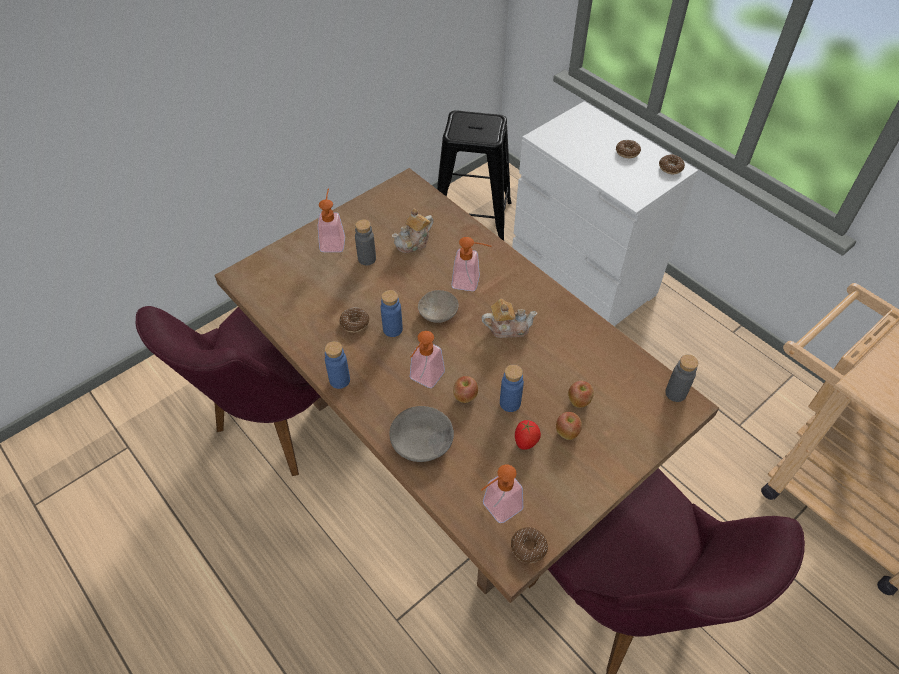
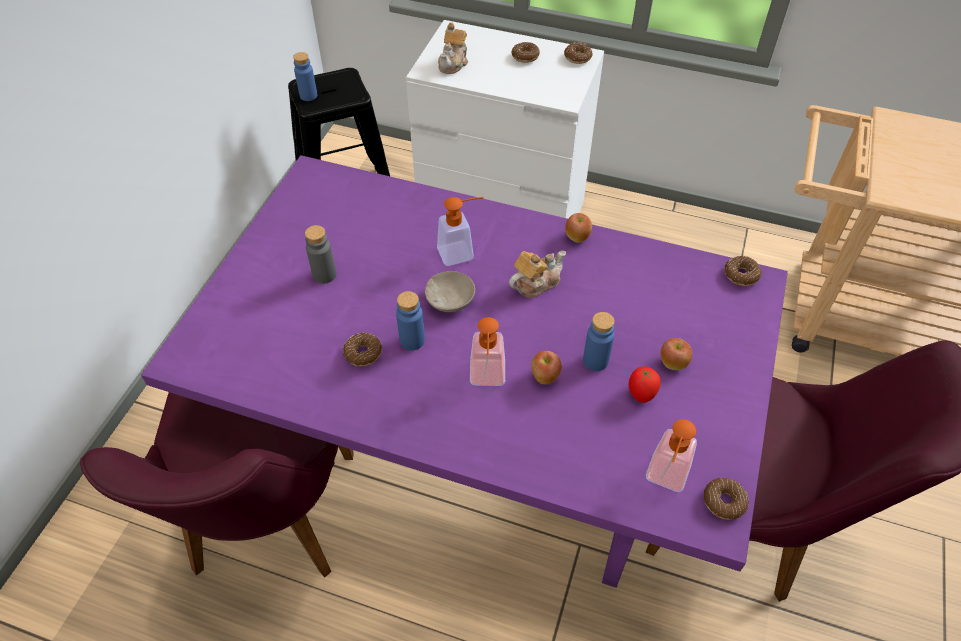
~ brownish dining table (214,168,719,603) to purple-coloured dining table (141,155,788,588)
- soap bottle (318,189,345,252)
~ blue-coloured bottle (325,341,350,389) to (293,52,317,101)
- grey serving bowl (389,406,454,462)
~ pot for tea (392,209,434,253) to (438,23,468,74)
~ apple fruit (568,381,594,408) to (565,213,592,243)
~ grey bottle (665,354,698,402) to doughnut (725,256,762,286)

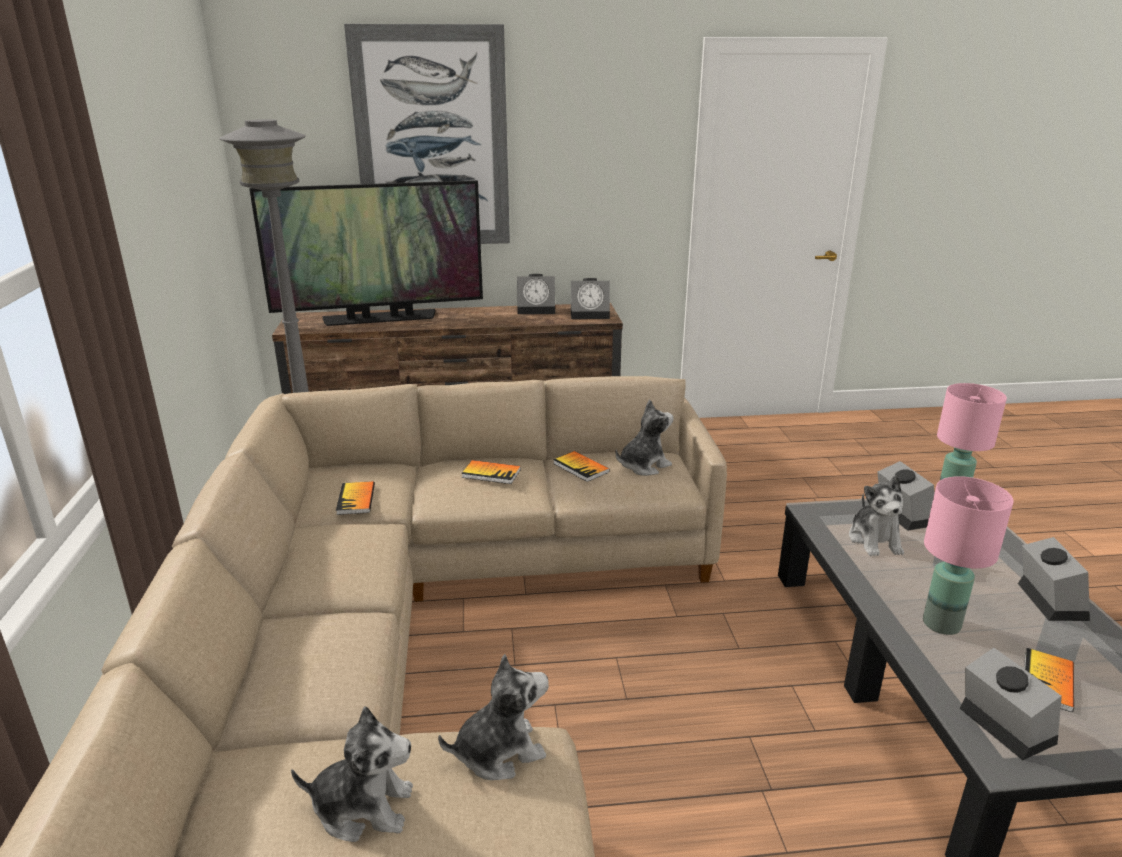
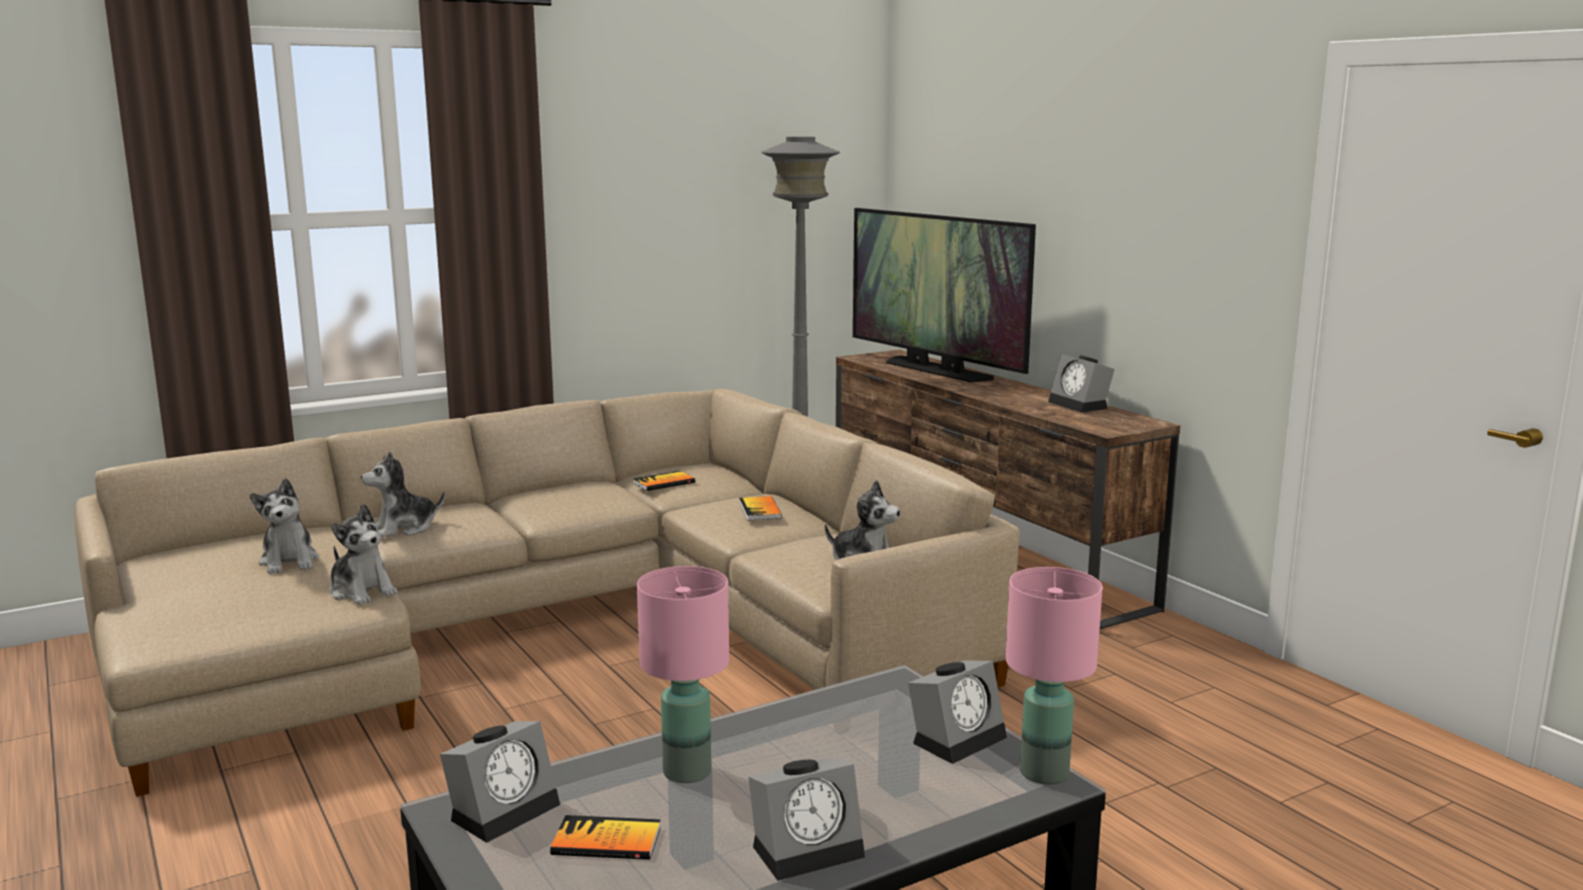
- wall art (344,24,510,244)
- book (553,451,610,482)
- table clock (571,278,610,319)
~ soft toy (849,475,904,556) to (361,452,445,537)

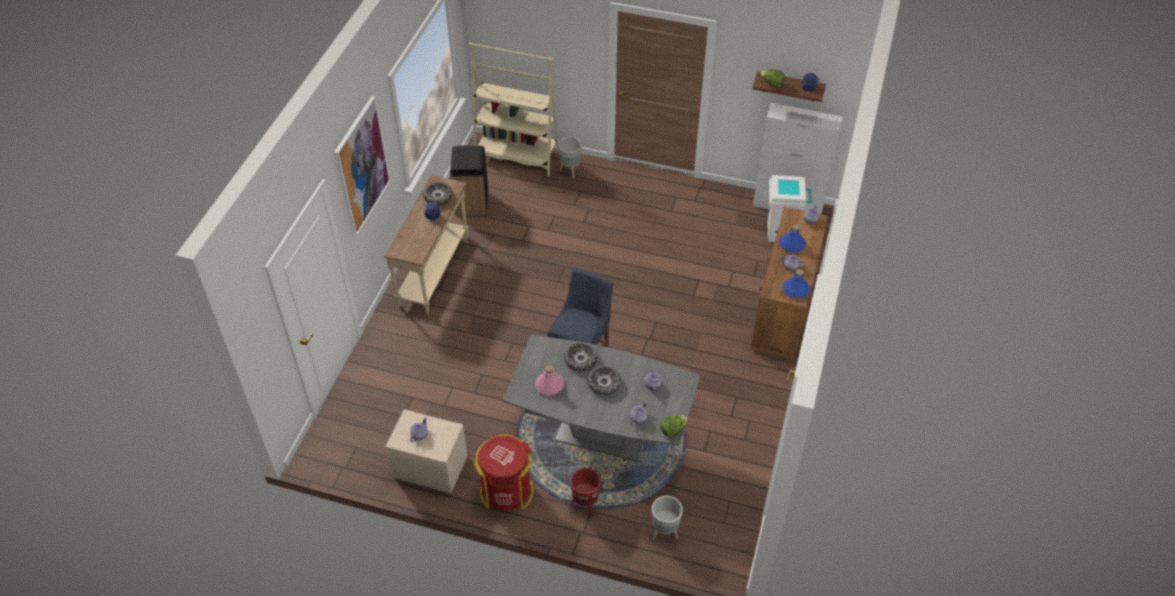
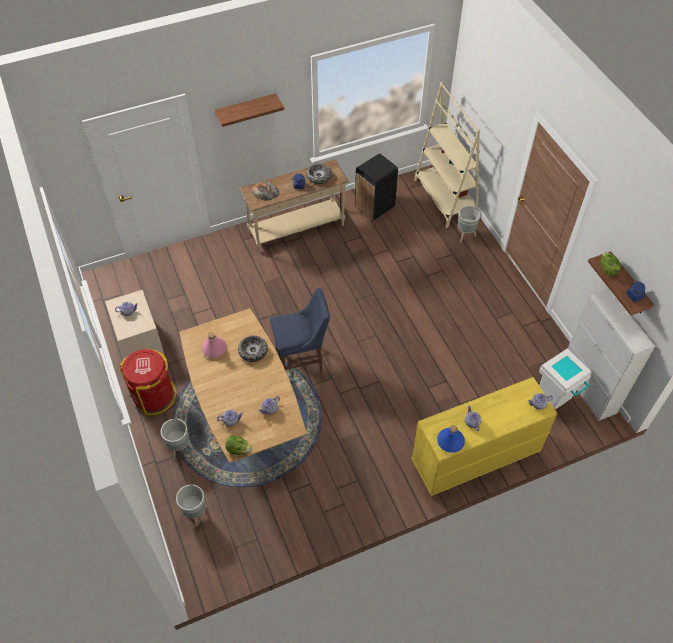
~ wall art (334,96,390,237) to wall shelf (215,93,284,127)
~ grey dining table (503,335,700,461) to brownish dining table (179,308,307,463)
~ red-coloured plant pot (570,468,601,516) to grey plant pot (160,419,192,459)
- serving bowl (587,365,621,395)
~ brownish dresser (751,207,828,359) to yellow-coloured dresser (411,377,557,496)
- blue-coloured bottle (780,225,806,253)
+ bread (251,182,279,201)

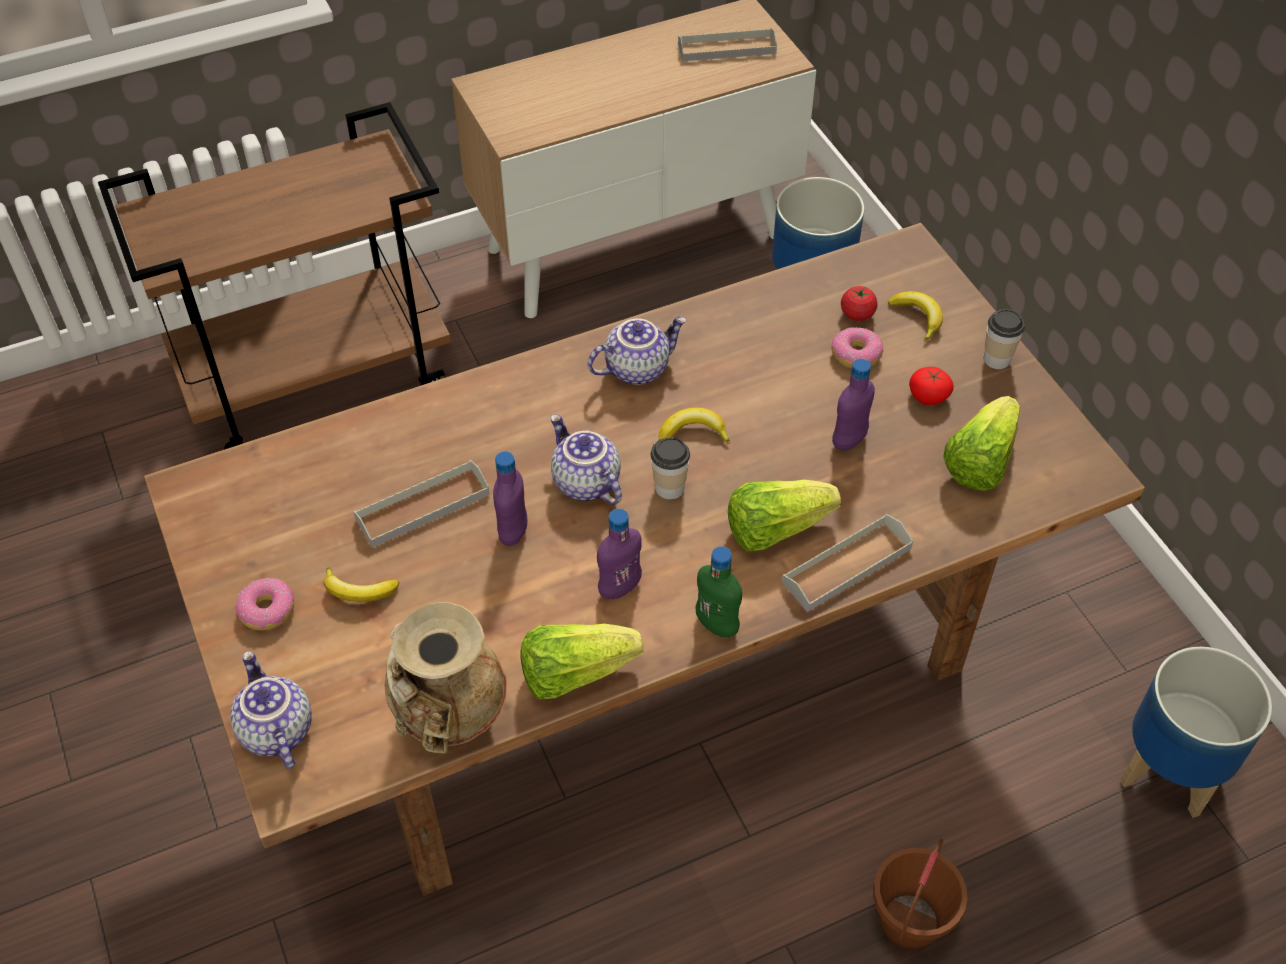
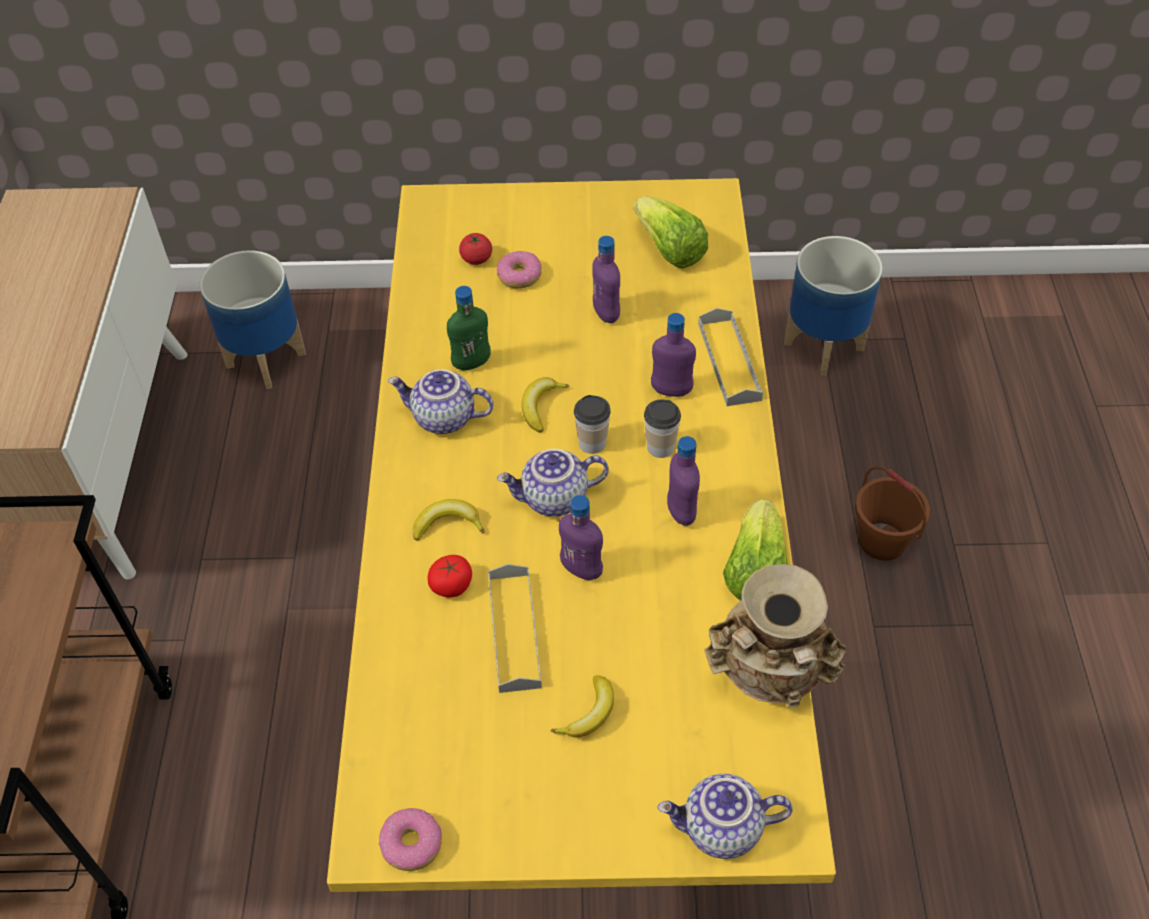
~ brownish dining table (144,223,1145,896) to yellow-coloured dining table (327,178,836,892)
~ doughnut (235,578,294,631) to (379,808,442,871)
~ pot for tea (588,316,687,385) = (388,369,493,434) 75 degrees counterclockwise
- grey serving tray (678,28,777,61)
~ green-coloured bottle (695,546,742,637) to (447,286,491,371)
~ lettuce (728,480,841,551) to purple-coloured bottle (651,313,696,397)
~ banana fruit (888,291,943,342) to (413,499,485,540)
~ tomato (909,367,954,405) to (427,555,472,598)
~ drinking cup (984,309,1025,369) to (644,400,681,458)

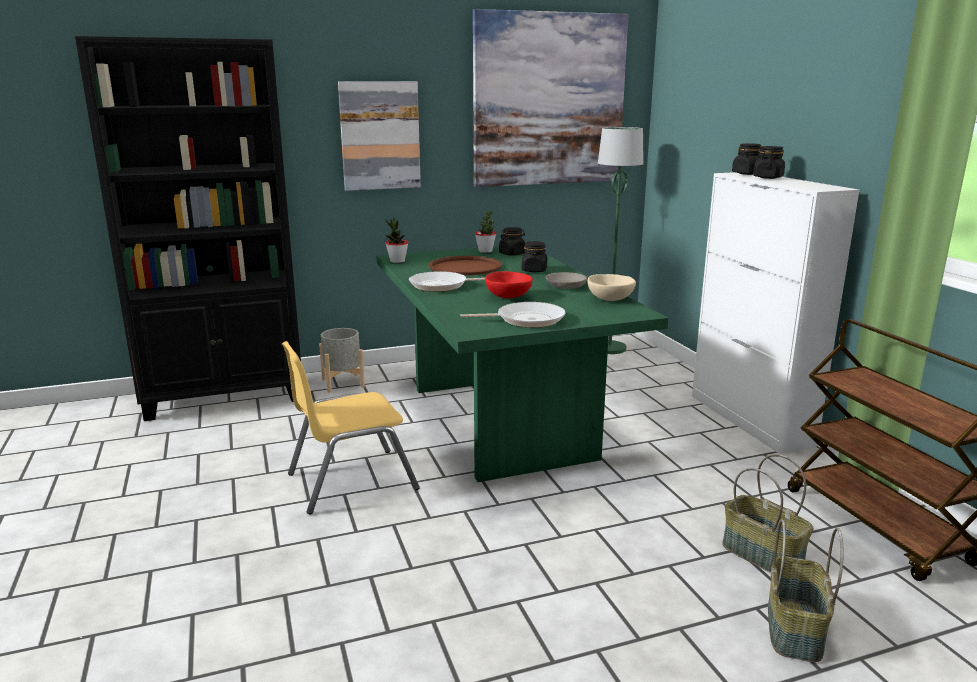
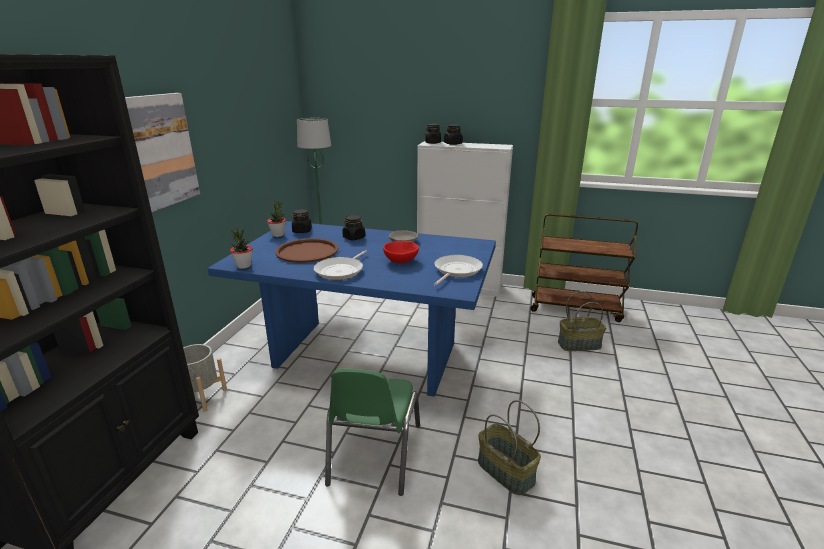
~ yellow-coloured plain chair (282,341,420,514) to green-coloured plain chair (325,368,420,496)
~ green-coloured dining table (377,247,669,482) to blue-coloured dining table (207,221,496,397)
- wall art (473,9,628,187)
- sand-coloured serving bowl (588,274,636,301)
~ household basket (768,519,844,662) to (478,400,541,495)

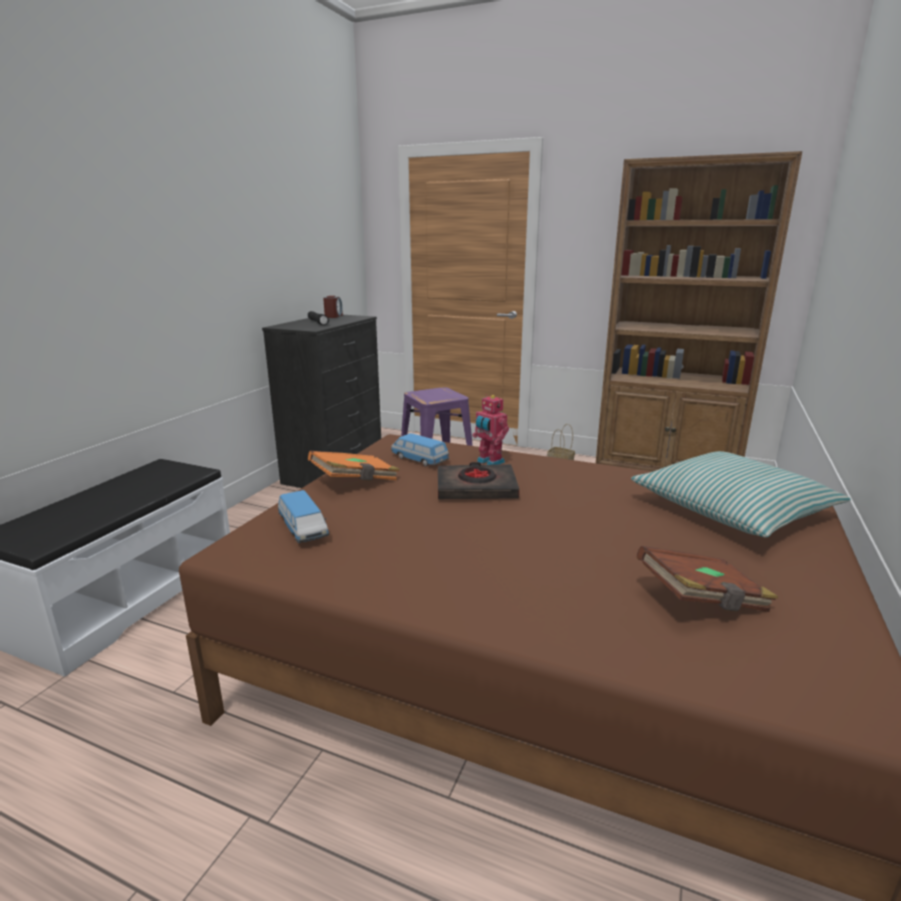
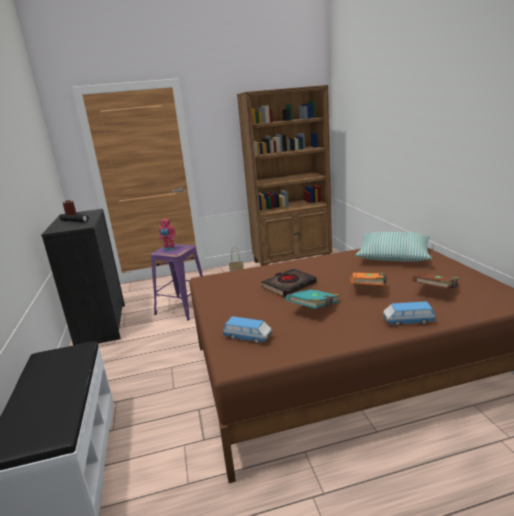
~ orange book (308,451,400,481) to (350,273,387,285)
~ toy car (391,433,449,466) to (383,301,436,326)
~ model robot (472,394,509,465) to (158,218,176,251)
+ blue-green book (286,289,340,309)

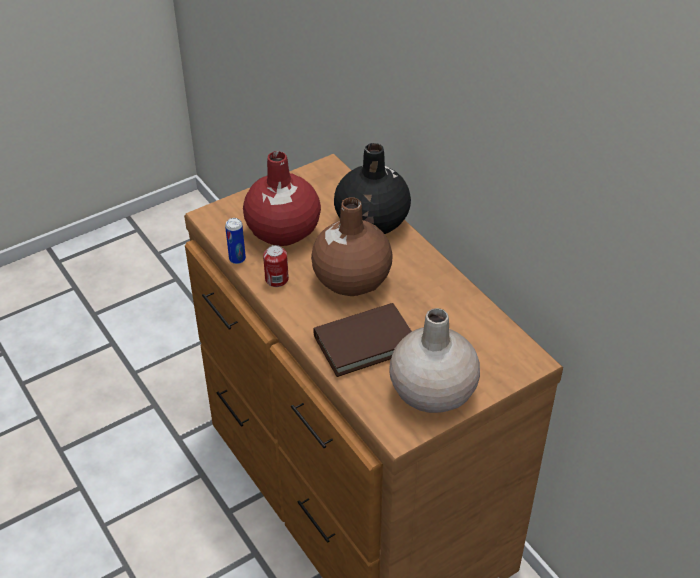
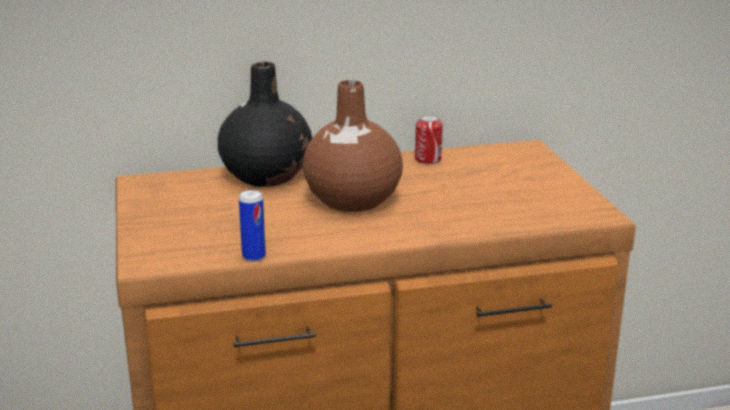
- red-coloured decorative vase (243,151,321,246)
~ can (263,245,289,287) to (415,115,443,164)
- brownish book (313,303,412,377)
- sand-coloured decorative vase (389,308,480,413)

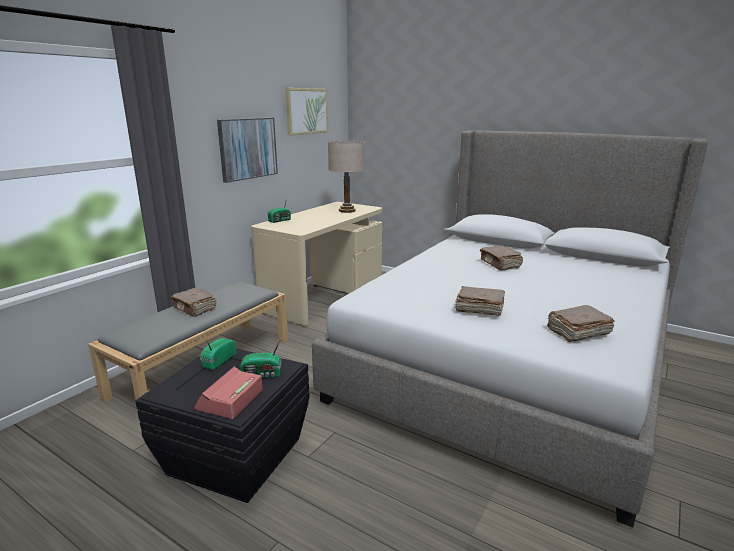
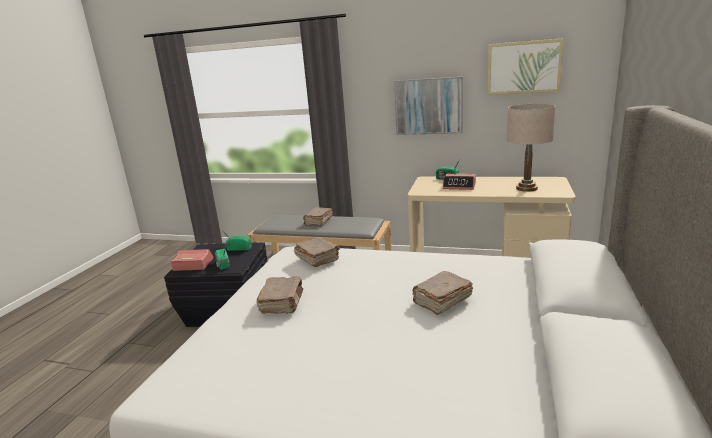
~ brownish book (547,305,615,342) to (294,237,340,267)
+ table clock (443,174,476,190)

